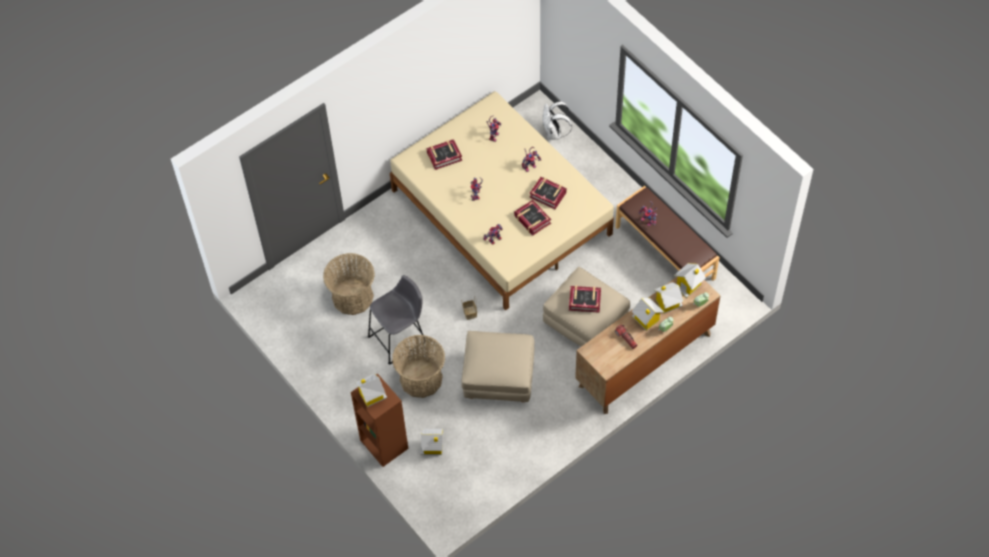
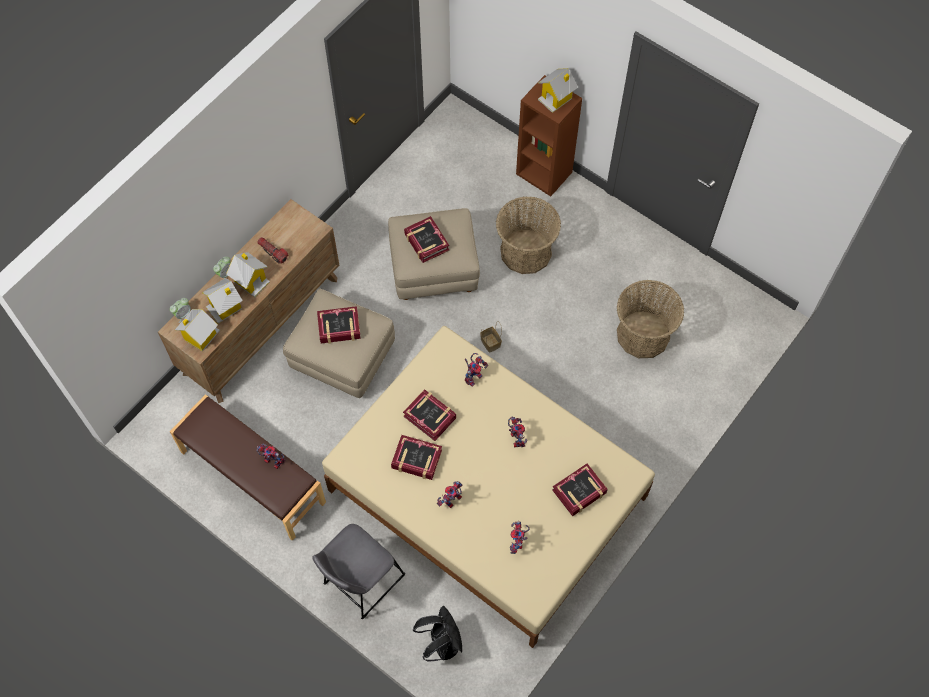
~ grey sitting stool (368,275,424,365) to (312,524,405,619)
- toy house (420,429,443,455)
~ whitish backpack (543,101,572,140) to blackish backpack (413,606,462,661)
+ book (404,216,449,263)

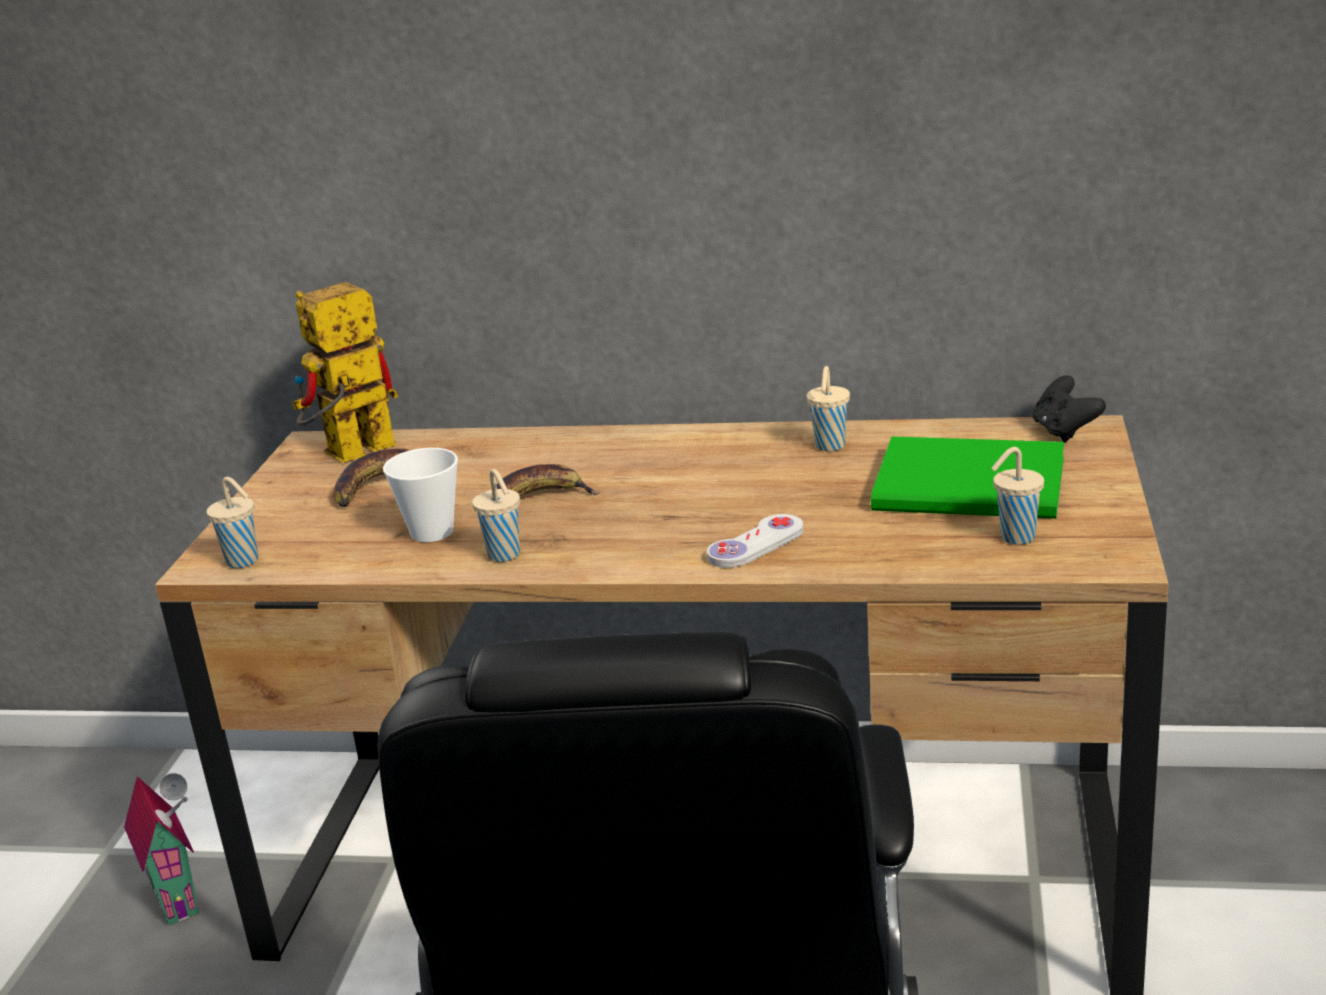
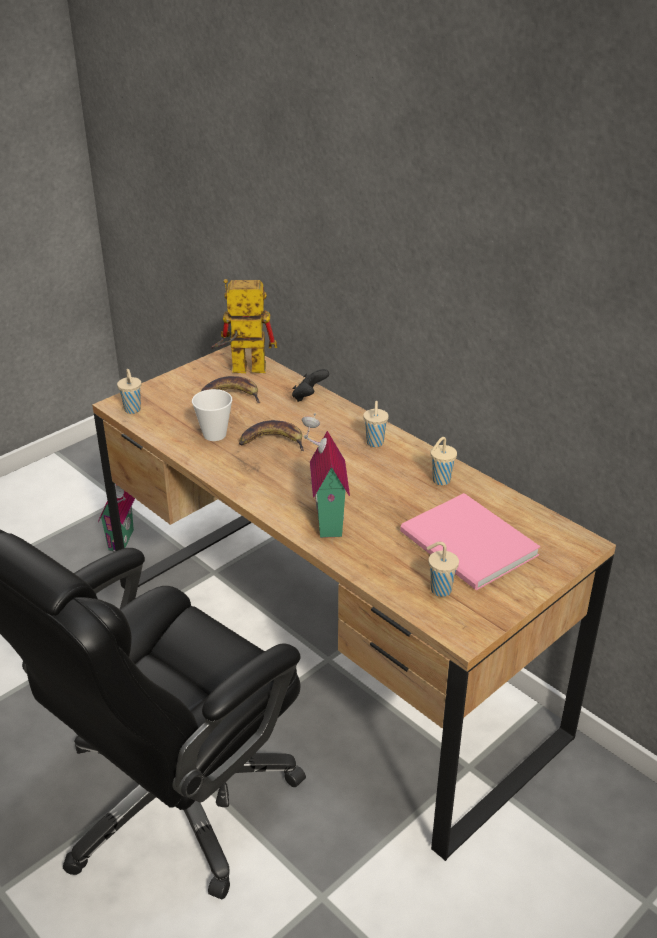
~ sand-coloured drinking cup (472,469,520,562) to (363,401,389,447)
~ whitish gamepad (707,514,804,568) to toy house (302,413,350,538)
~ green-coloured book (871,437,1064,519) to pink-coloured book (400,493,540,591)
~ blackish gamepad (1033,375,1106,442) to (292,369,329,402)

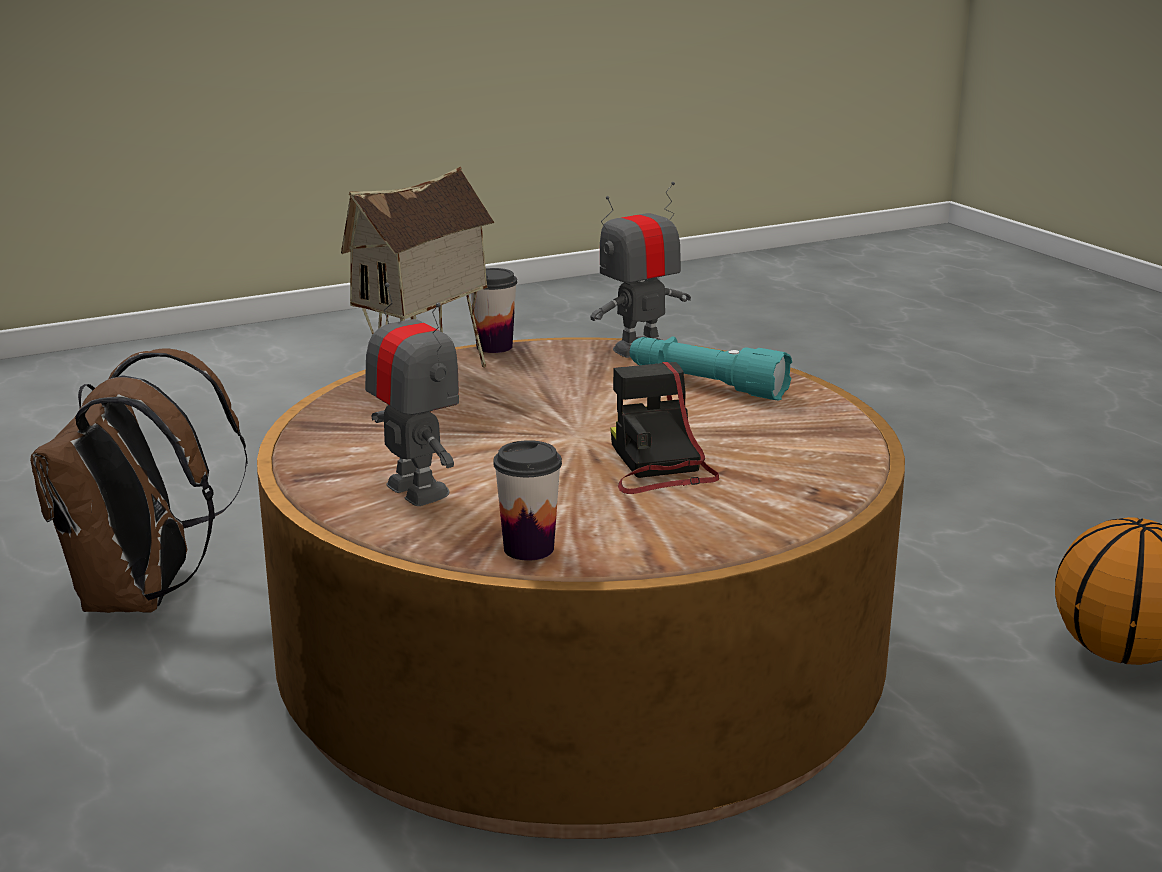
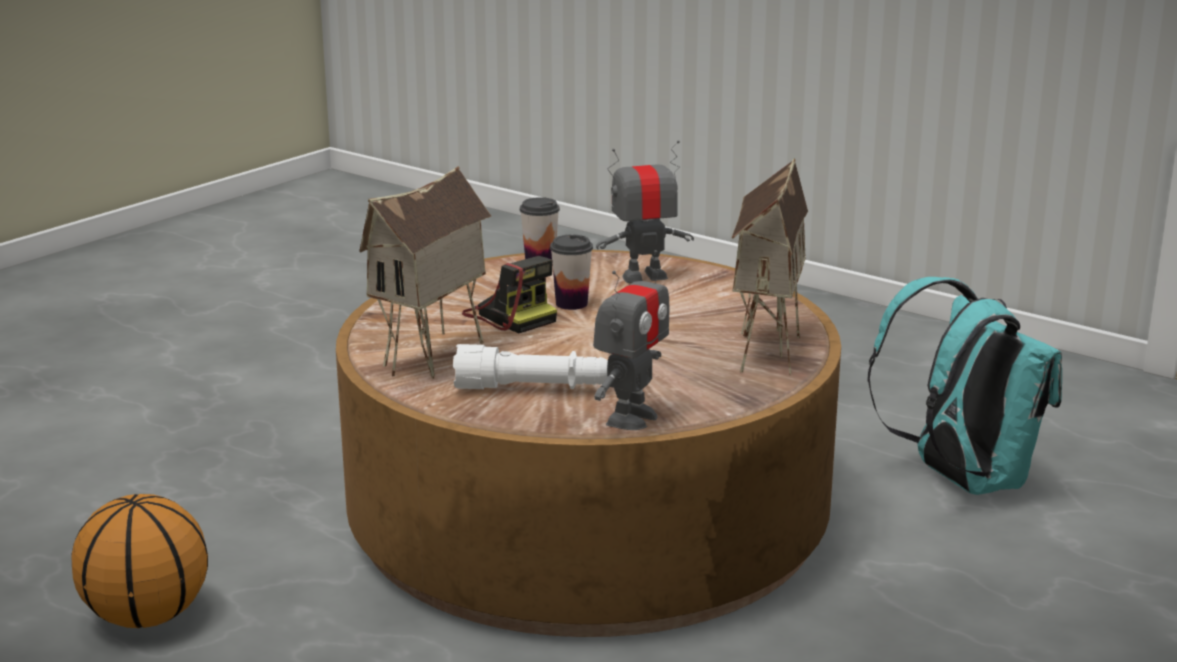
~ brownish backpack (30,349,248,613) to blue-green backpack (867,277,1062,495)
~ model robot (365,283,459,506) = (596,140,694,283) 135 degrees clockwise
~ drinking cup (471,268,517,353) to (550,235,593,310)
~ blue-green flashlight (630,336,792,400) to whitish flashlight (453,344,608,389)
+ toy house (359,166,491,379)

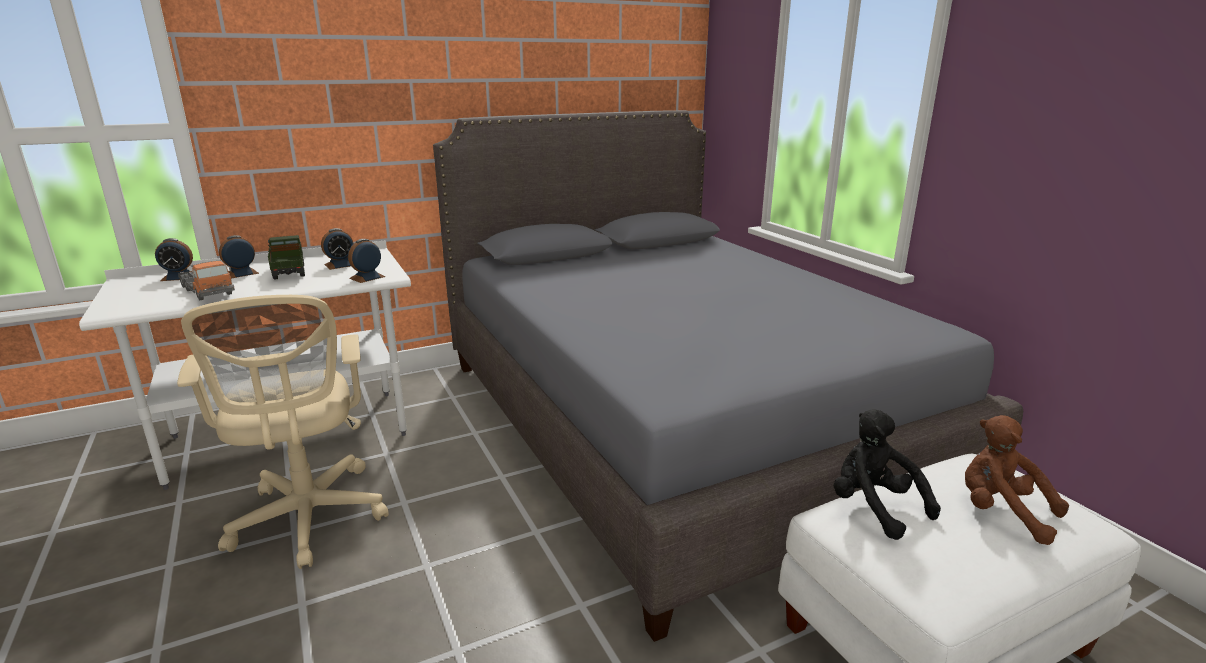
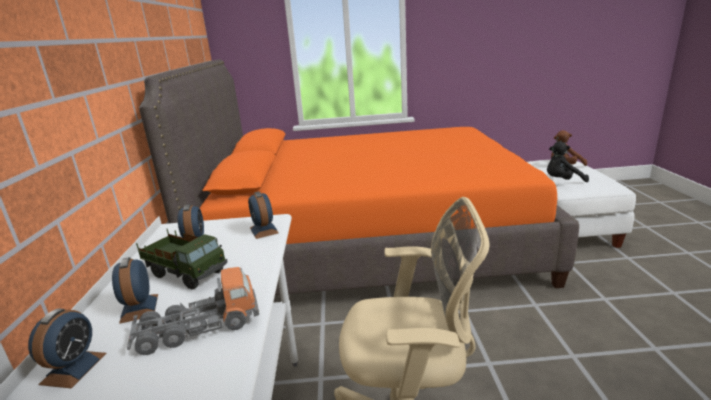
~ toy lorry (268,235,305,280) = (136,229,227,289) 150 degrees counterclockwise
~ grey bedroom bed (433,110,1023,642) to orange bedroom bed (139,59,579,295)

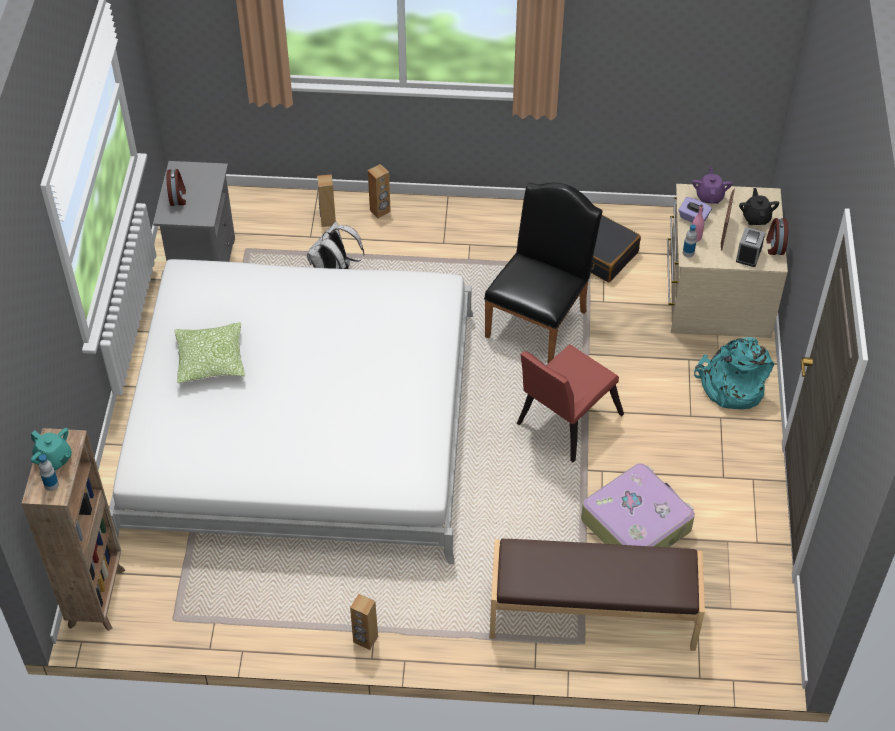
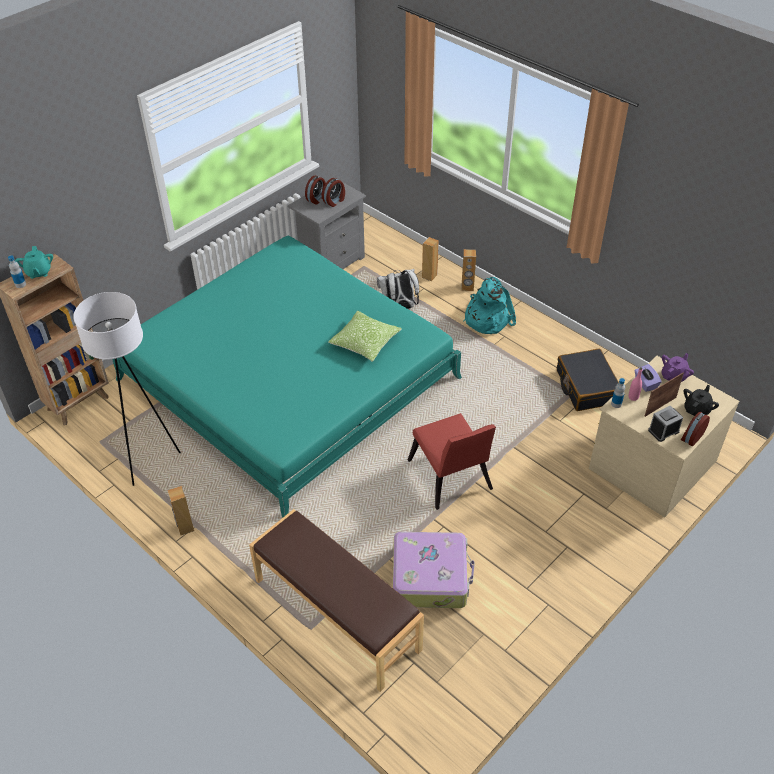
~ whitish bedroom bed (109,259,473,564) to blue-green bedroom bed (112,236,462,518)
~ throw pillow (174,322,245,383) to (328,311,402,362)
- blackish plain chair (484,183,603,363)
~ red-coloured plain chair (517,344,624,462) = (408,413,496,510) 105 degrees counterclockwise
~ blue-green backpack (694,337,774,409) to (463,277,516,334)
+ whitish standing lamp (73,292,181,486)
+ table clock (322,178,345,207)

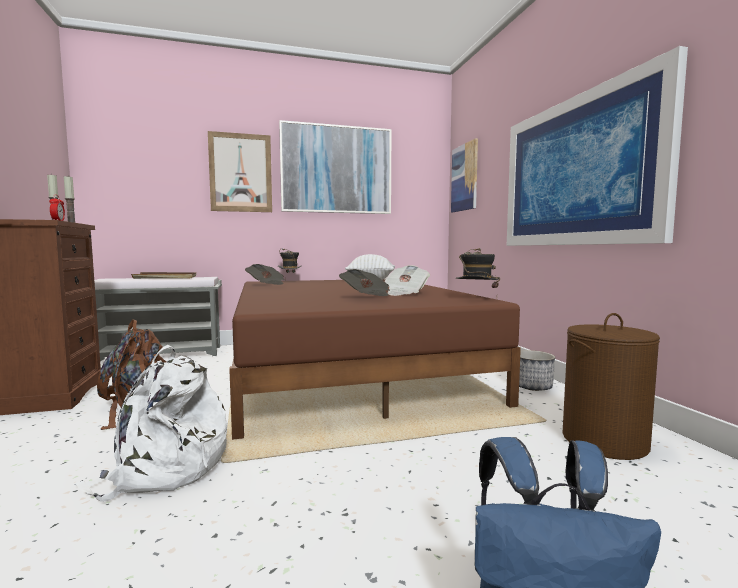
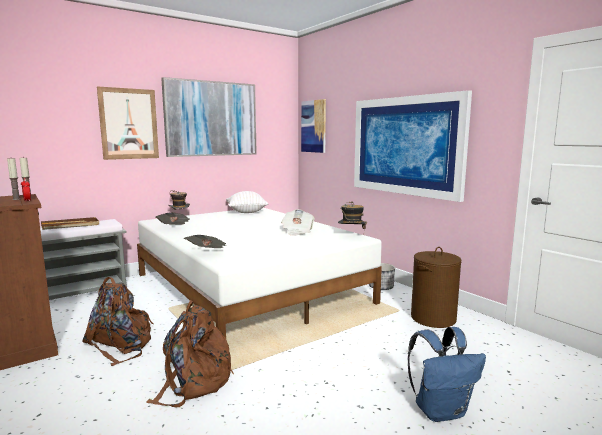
~ whitish backpack (75,345,227,502) to brownish backpack (146,300,234,407)
~ brownish bedroom bed (229,279,521,440) to whitish bedroom bed (137,208,382,337)
~ printed paper (339,269,390,296) to (184,235,226,248)

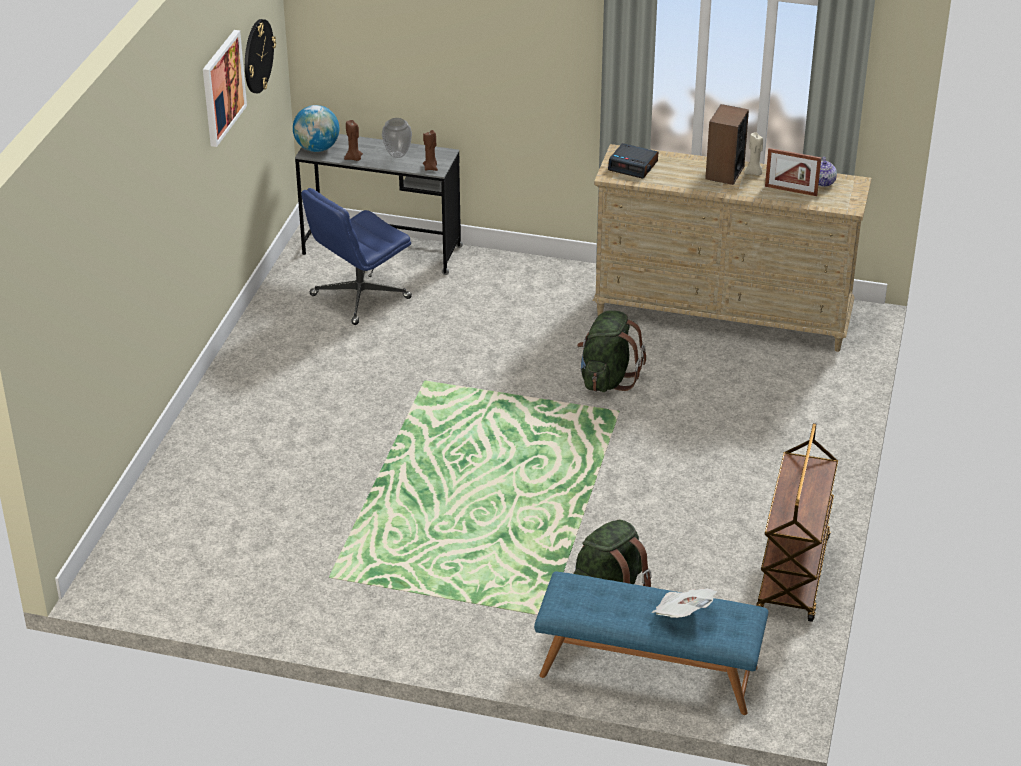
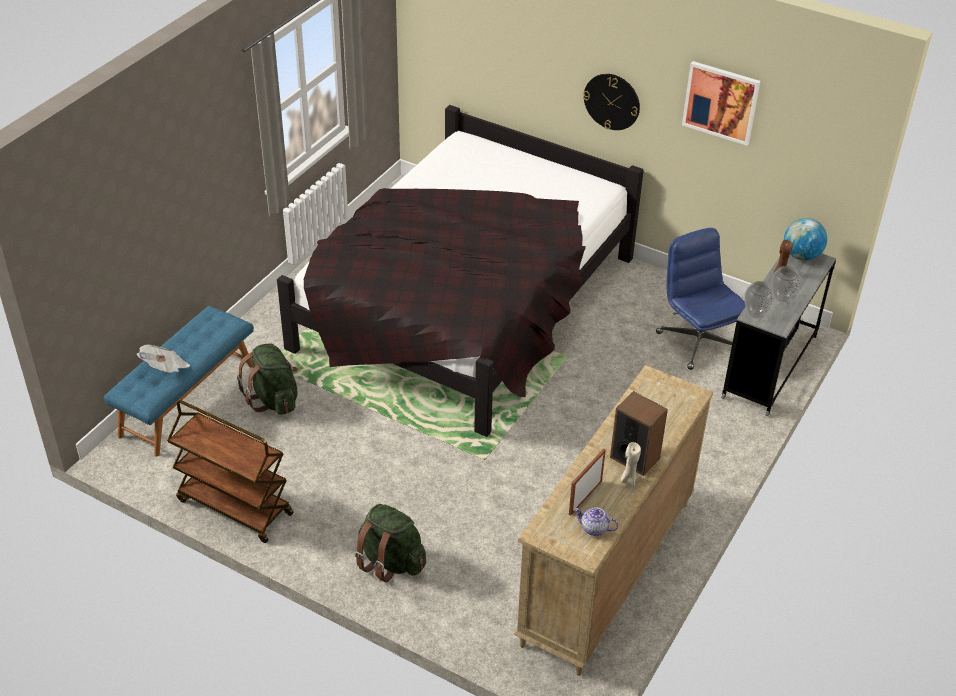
~ hanging clock (245,19,276,94) to (583,74,640,130)
~ brownish candle (423,130,438,171) to decorative vase (745,281,774,318)
~ green-coloured backpack (577,310,646,392) to (355,504,426,583)
- table clock (608,143,658,179)
+ blackish bedroom bed (277,105,644,437)

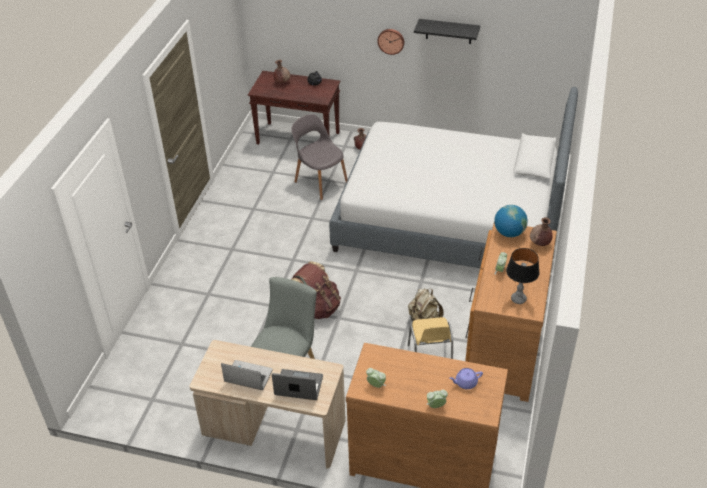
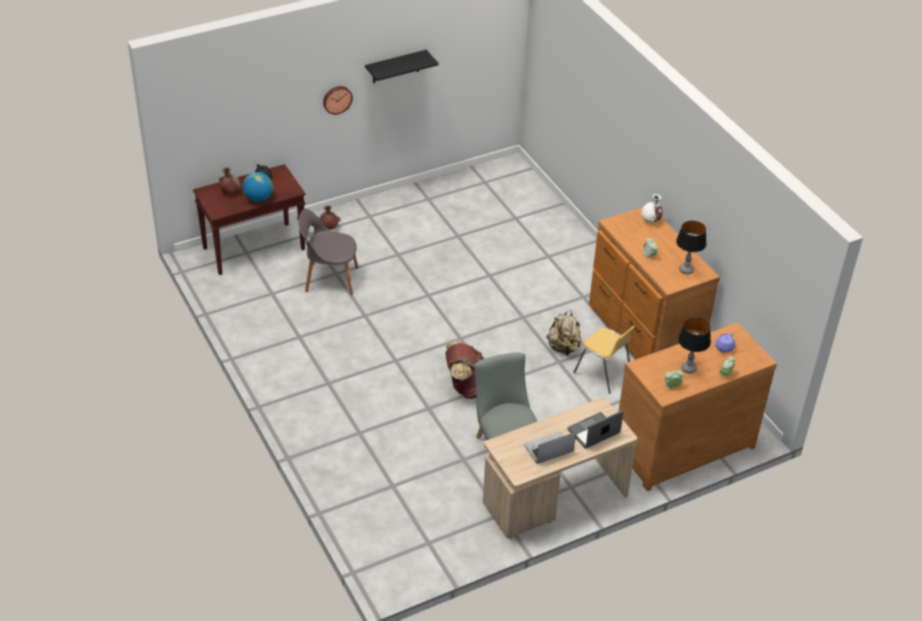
- bedroom bed (329,87,578,268)
~ desk globe (494,205,528,237) to (243,172,273,202)
~ brownish decorative vase (530,217,553,246) to whitish decorative vase (641,194,662,222)
+ lamp for a table (678,317,711,373)

